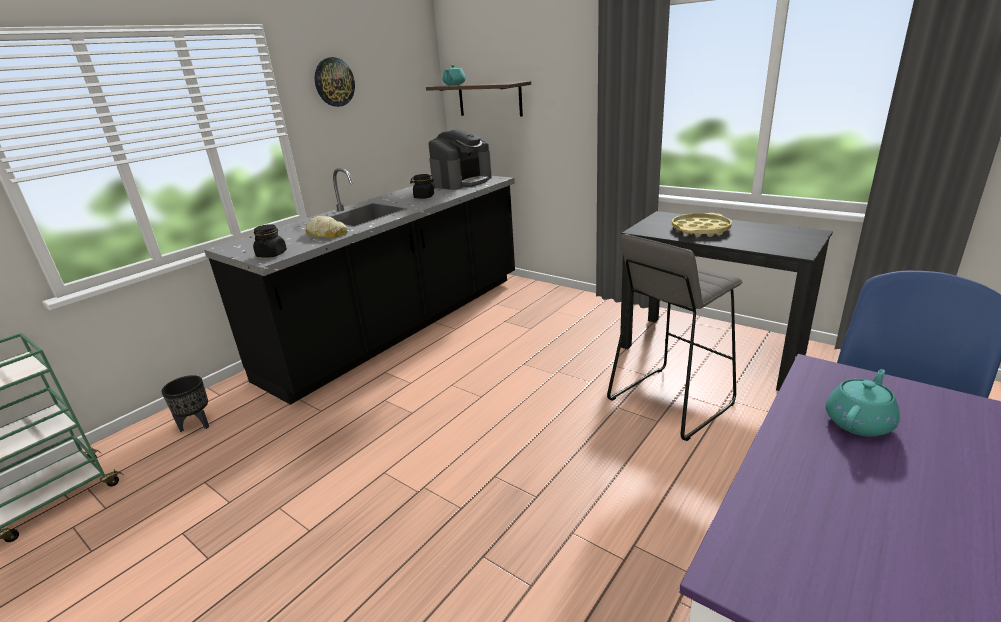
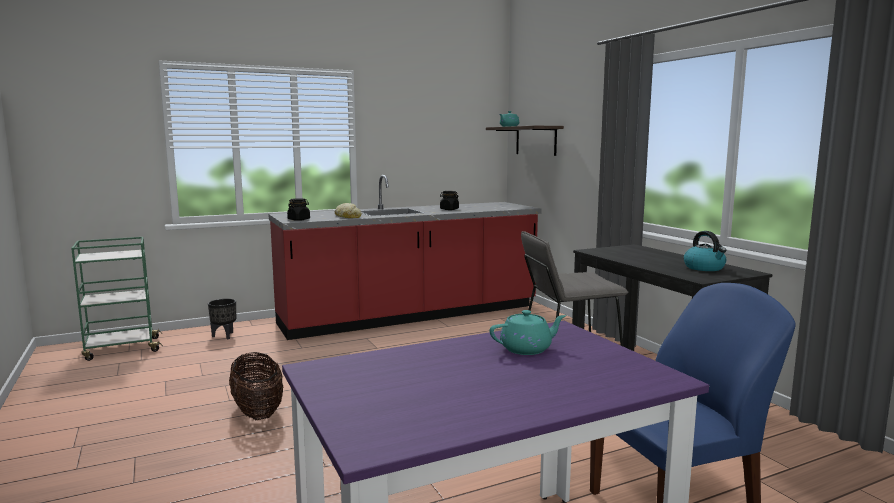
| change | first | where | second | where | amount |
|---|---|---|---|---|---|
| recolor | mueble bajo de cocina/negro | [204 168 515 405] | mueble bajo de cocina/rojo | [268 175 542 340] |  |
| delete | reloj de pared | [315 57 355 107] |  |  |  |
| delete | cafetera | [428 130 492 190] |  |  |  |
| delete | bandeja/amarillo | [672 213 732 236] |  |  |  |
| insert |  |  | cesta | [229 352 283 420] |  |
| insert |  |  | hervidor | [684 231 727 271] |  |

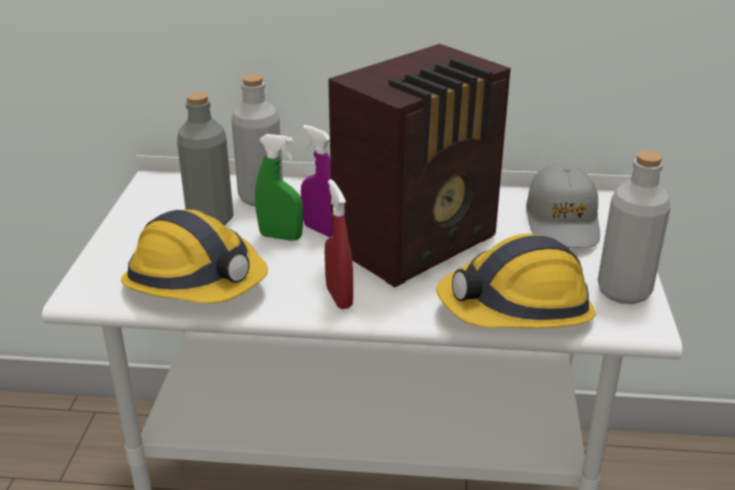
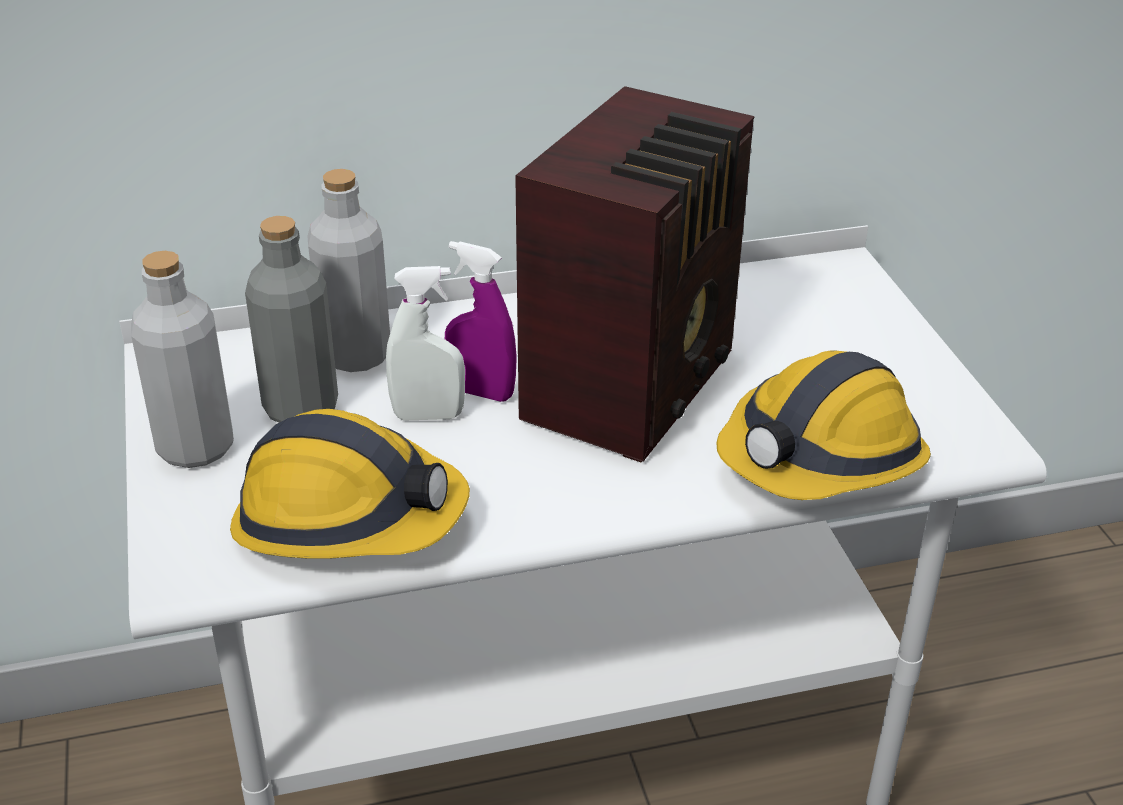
| change | first | where | second | where | amount |
|---|---|---|---|---|---|
| recolor | pulverizador/verde | [255 134 303 241] | pulverizador/blanco | [386 266 465 421] |  |
| delete | pulverizador/rojo | [325 179 353 309] |  |  |  |
| delete | gorra/gris | [526 163 600 248] |  |  |  |
| move | botella/gris | [598 151 671 304] |  | [131 251 234 468] |  |

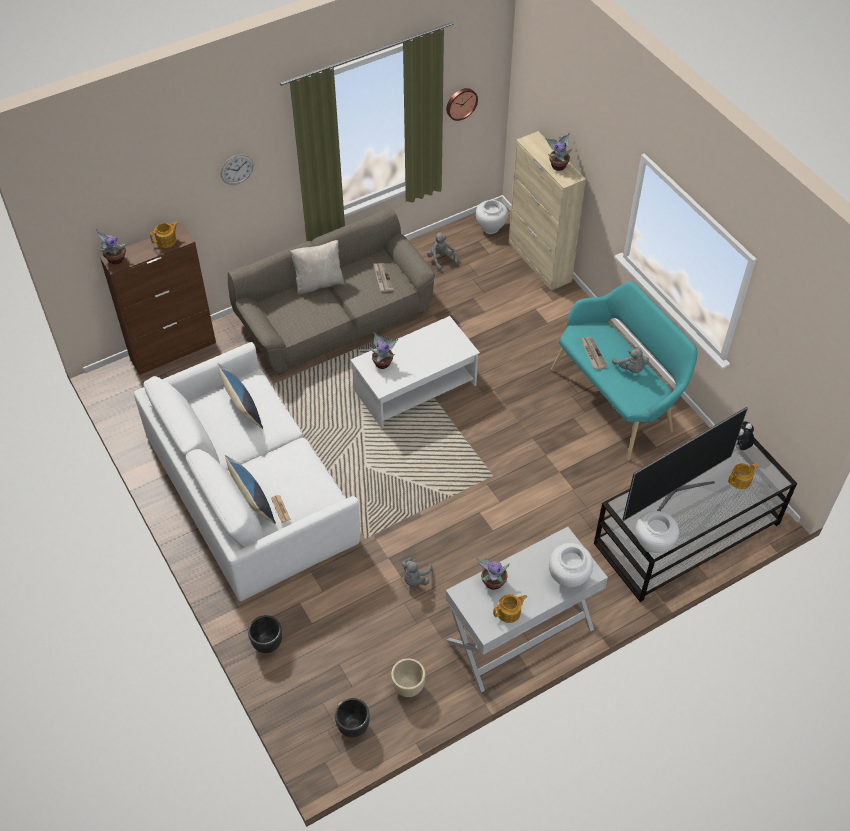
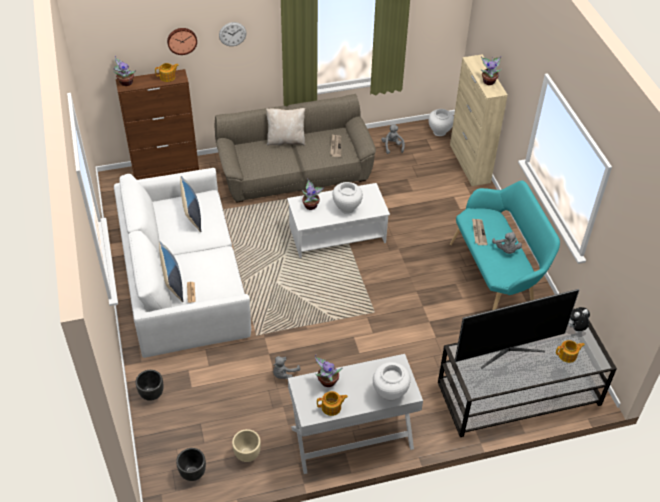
| change | first | where | second | where | amount |
|---|---|---|---|---|---|
| move | reloj de pared | [446 88 478 121] |  | [167 28 197 55] |  |
| move | florero/blanco | [635 511 679 554] |  | [332 182 363 214] |  |

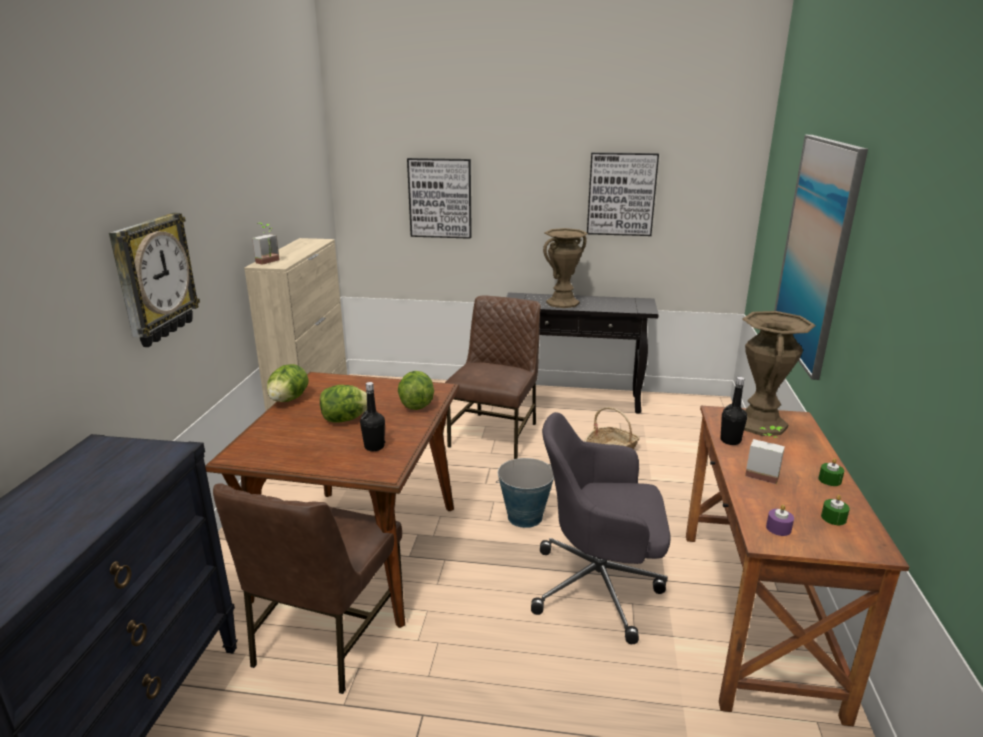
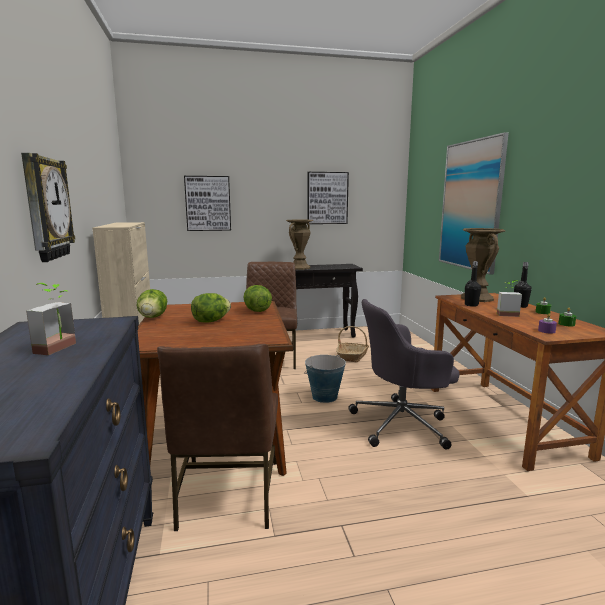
| change | first | where | second | where | amount |
|---|---|---|---|---|---|
| move | planta en maceta | [252 223 280 265] |  | [26 283 76 355] |  |
| move | botella/negro | [360 382 385 451] |  | [514 262 532 308] |  |

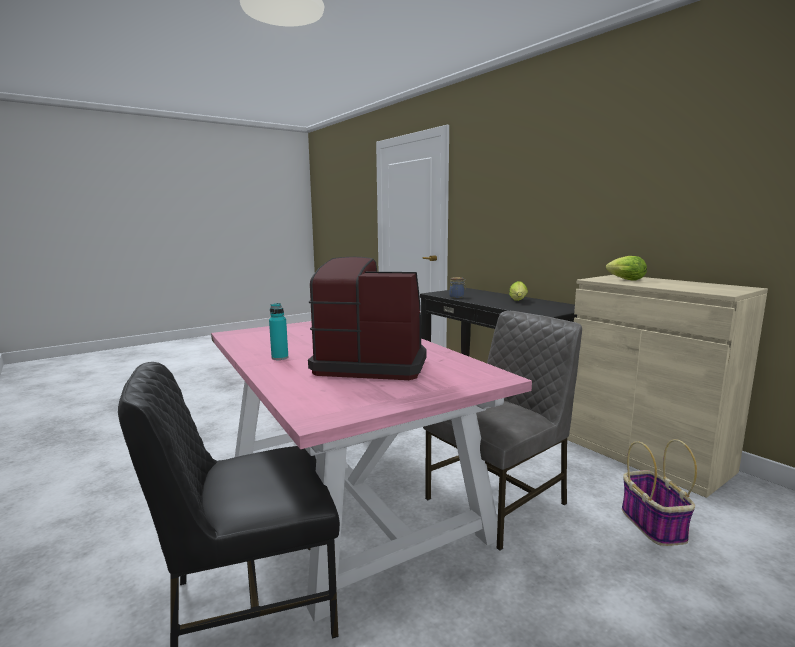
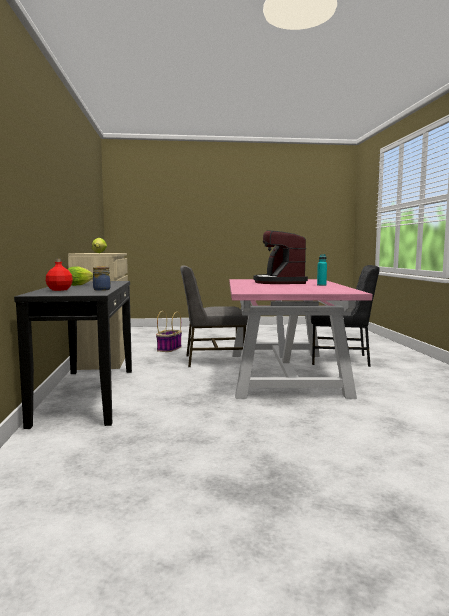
| change | first | where | second | where | amount |
|---|---|---|---|---|---|
| rotate | cafetera | [308 257 426 380] |  | [253 230 308 284] | 45 degrees clockwise |
| insert |  |  | botella/rojo | [46 258 73 291] |  |

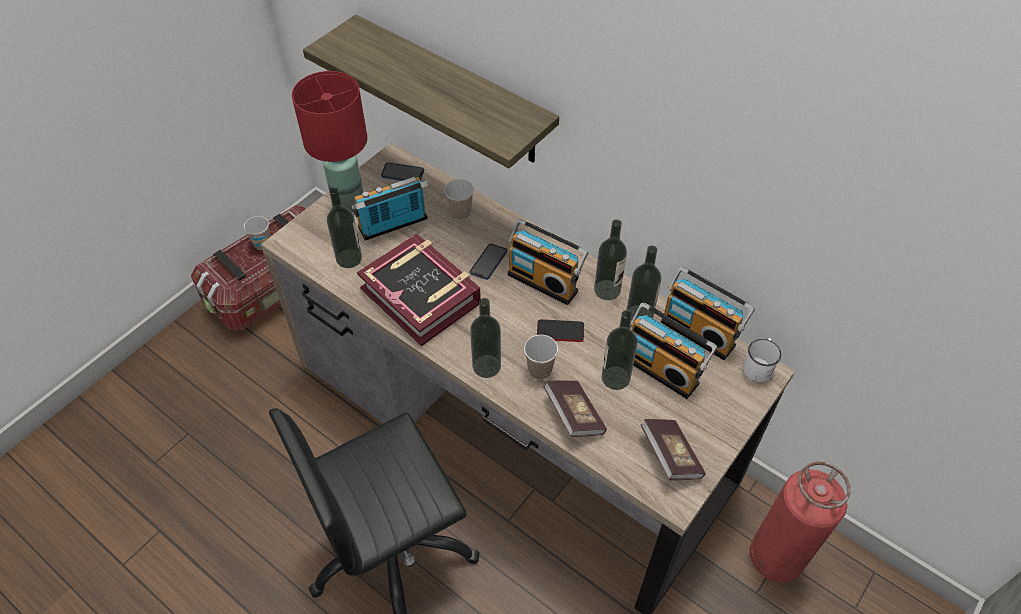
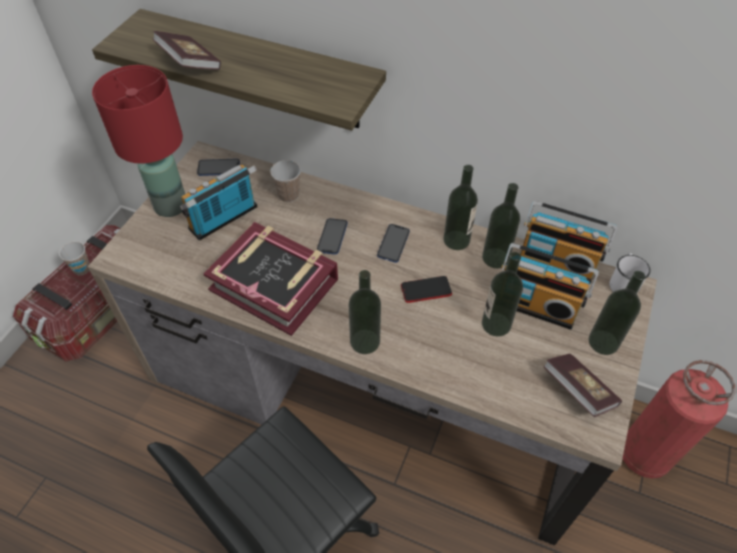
| change | first | where | second | where | amount |
|---|---|---|---|---|---|
| move | botella | [327 187 362 268] |  | [589 271 645 355] |  |
| replace | radio | [508 219 588 305] | móvil | [377 224 410 263] |  |
| delete | taza | [524 335 558 380] |  |  |  |
| move | libro | [544 380 607 437] |  | [152 31 221 70] |  |

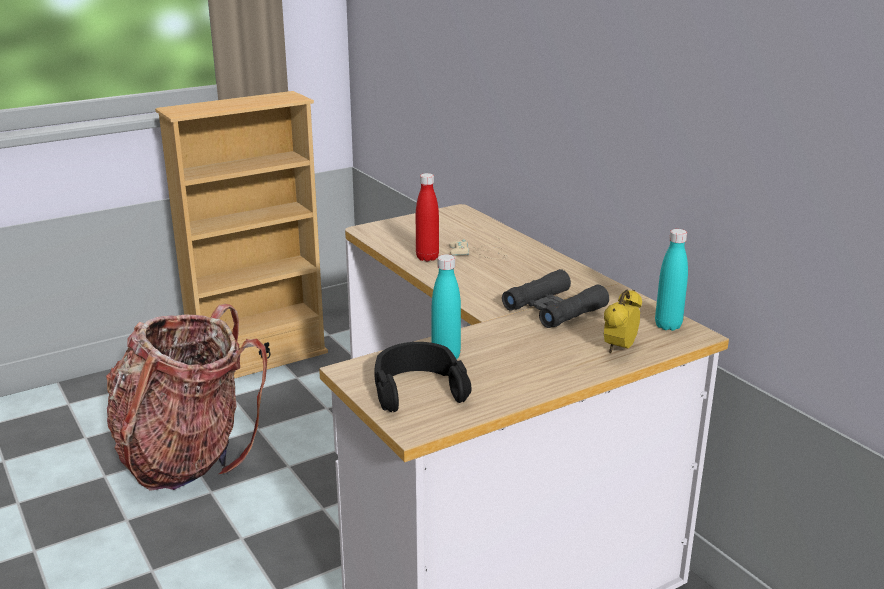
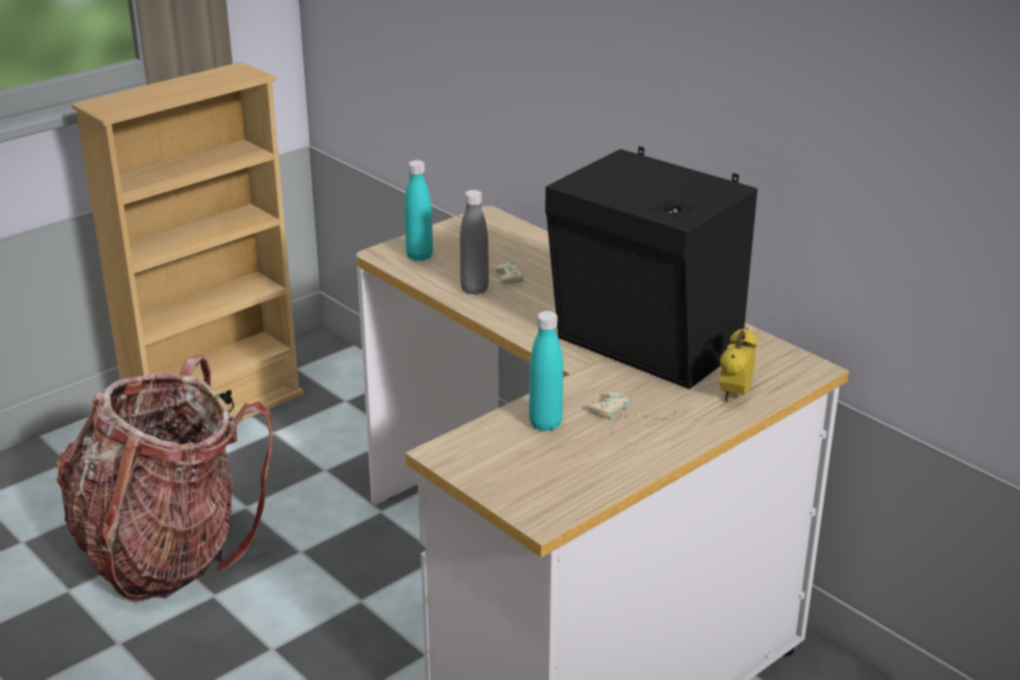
| change | first | where | second | where | amount |
|---|---|---|---|---|---|
| delete | auriculares/negro | [374 342 471 412] |  |  |  |
| recolor | botella/rojo | [416 173 439 261] | botella/gris | [460 190 489 295] |  |
| replace | prismáticos/negro | [502 269 609 328] | altavoz/negro | [545 146 758 389] |  |
| move | botella/turquesa | [655 229 688 331] |  | [404 160 433 261] |  |
| insert |  |  | mando de consola/beis | [588 392 682 445] |  |

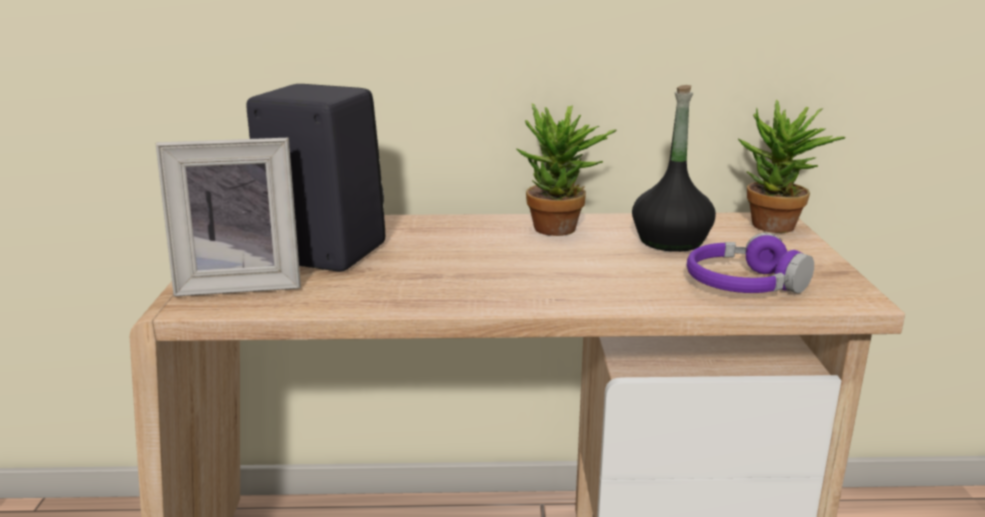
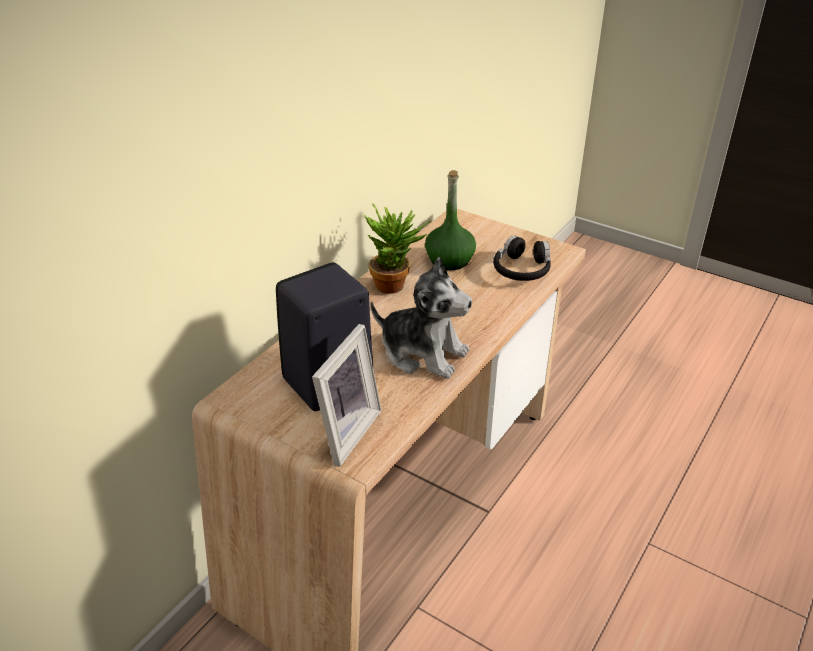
| change | first | where | second | where | amount |
|---|---|---|---|---|---|
| recolor | botella/negro | [632 85 716 252] | botella/verde | [425 170 476 270] |  |
| recolor | auriculares/morado | [687 233 814 293] | auriculares/negro | [493 235 551 281] |  |
| delete | planta en maceta | [738 100 846 233] |  |  |  |
| insert |  |  | peluche | [370 257 472 379] |  |

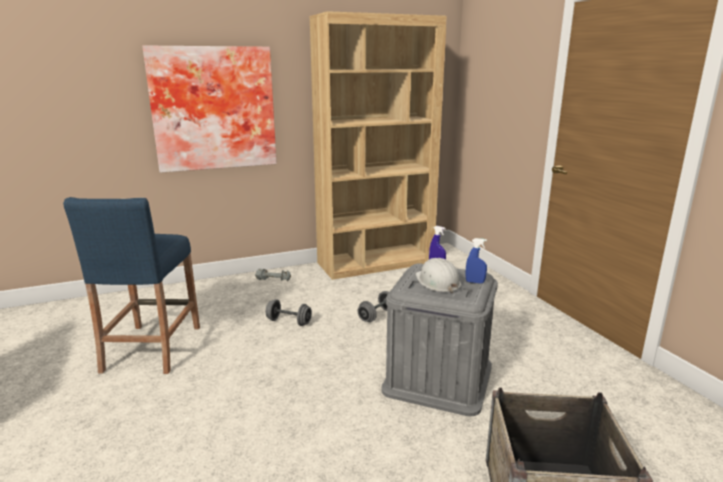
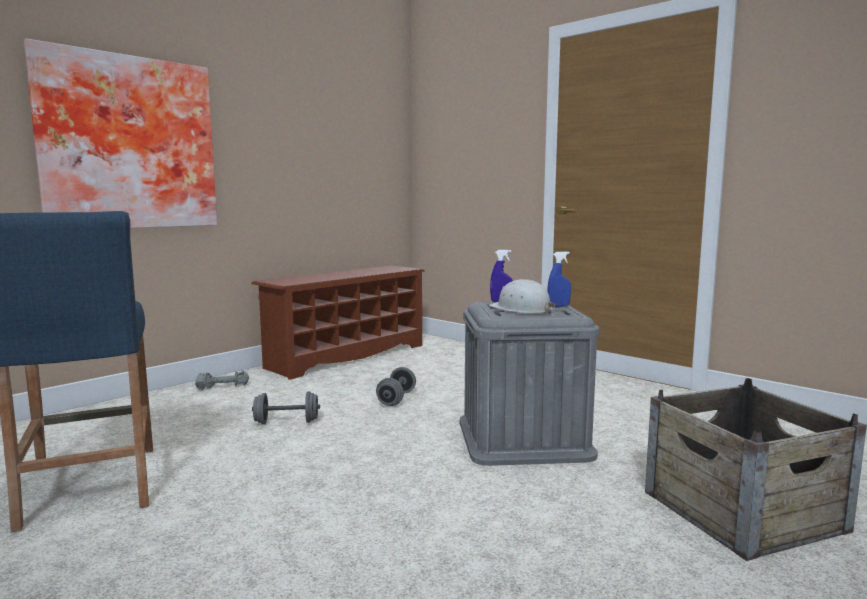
| change | first | where | second | where | amount |
|---|---|---|---|---|---|
| replace | estantería/marrón | [310 11 447 280] | zapatero/marrón | [251 265 425 380] |  |

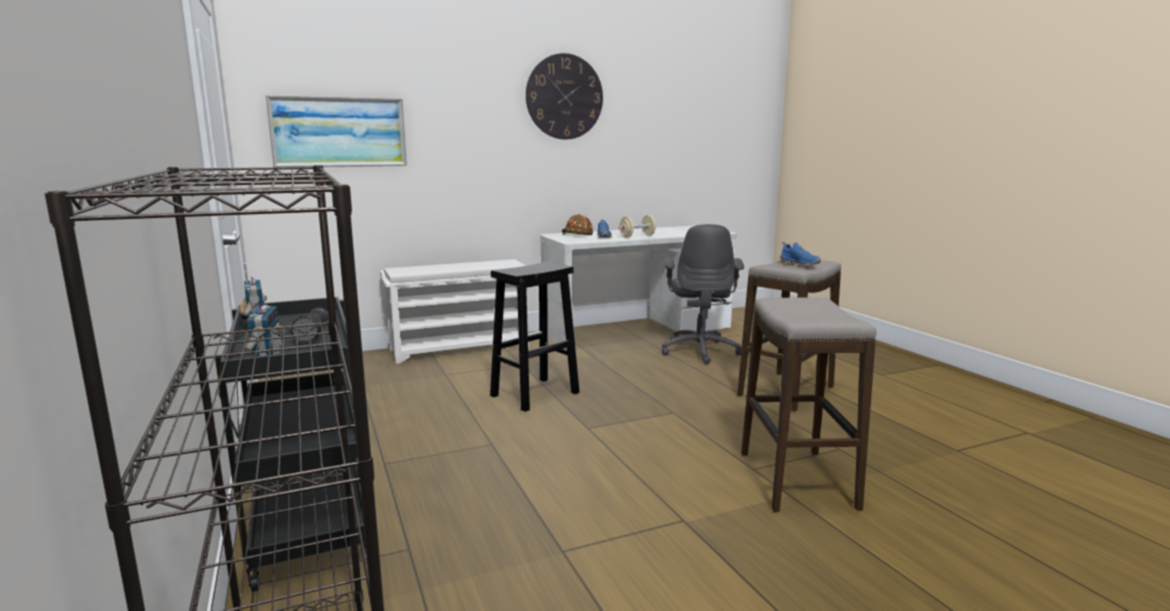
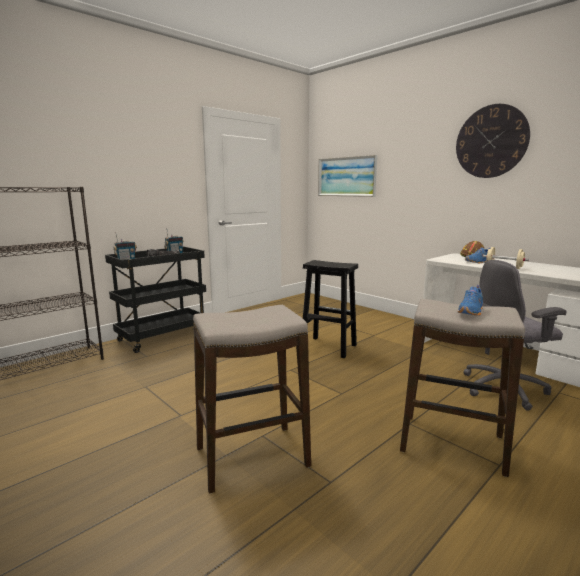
| change | first | where | second | where | amount |
|---|---|---|---|---|---|
| delete | zapatero/blanco | [380 259 529 364] |  |  |  |

